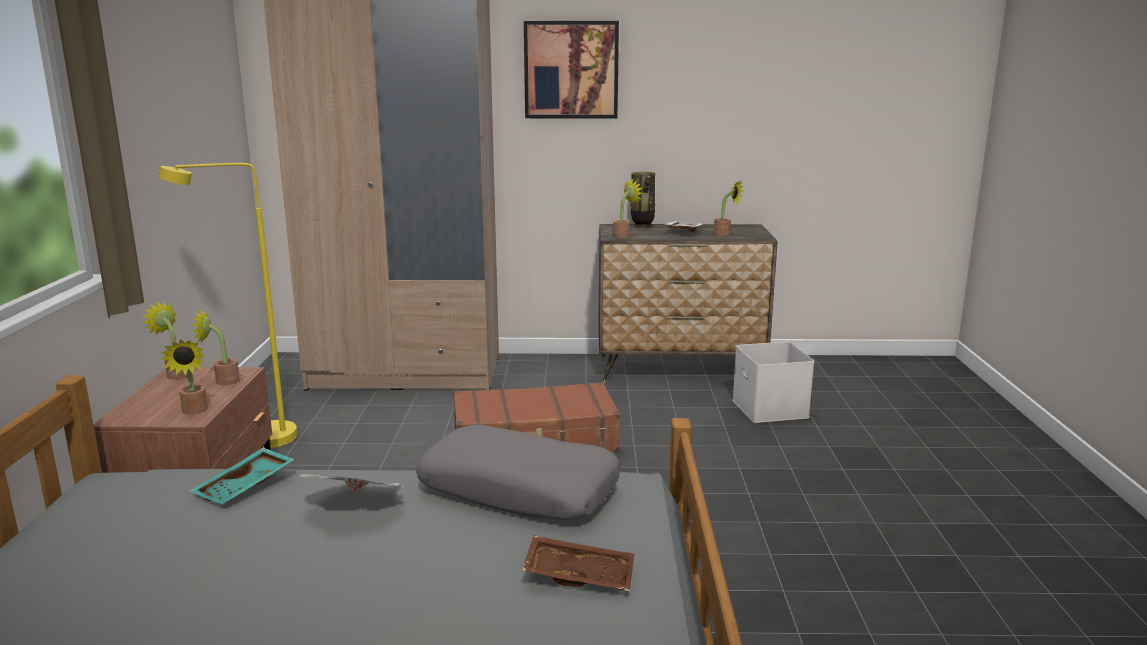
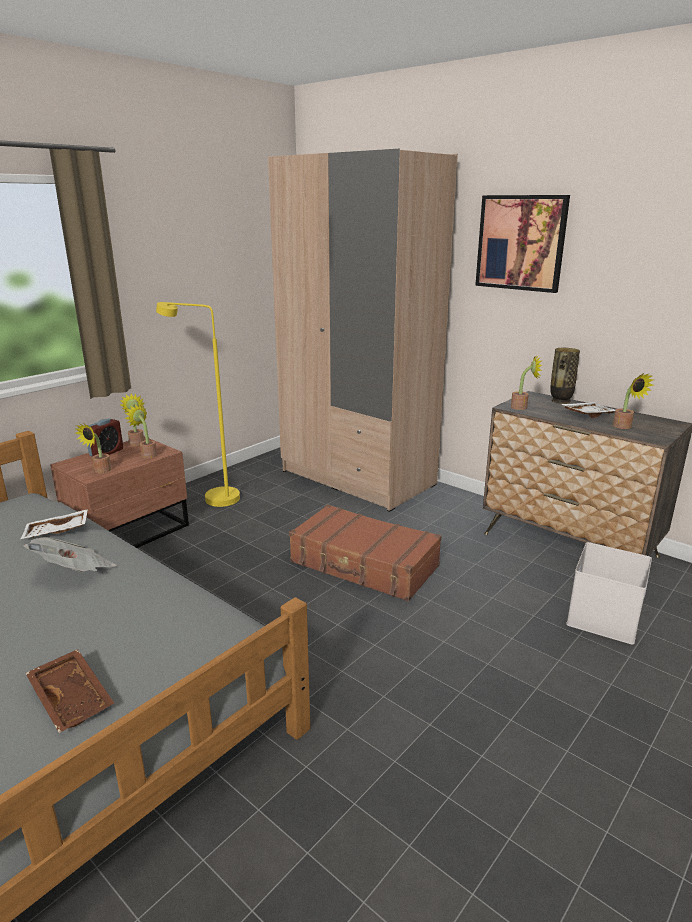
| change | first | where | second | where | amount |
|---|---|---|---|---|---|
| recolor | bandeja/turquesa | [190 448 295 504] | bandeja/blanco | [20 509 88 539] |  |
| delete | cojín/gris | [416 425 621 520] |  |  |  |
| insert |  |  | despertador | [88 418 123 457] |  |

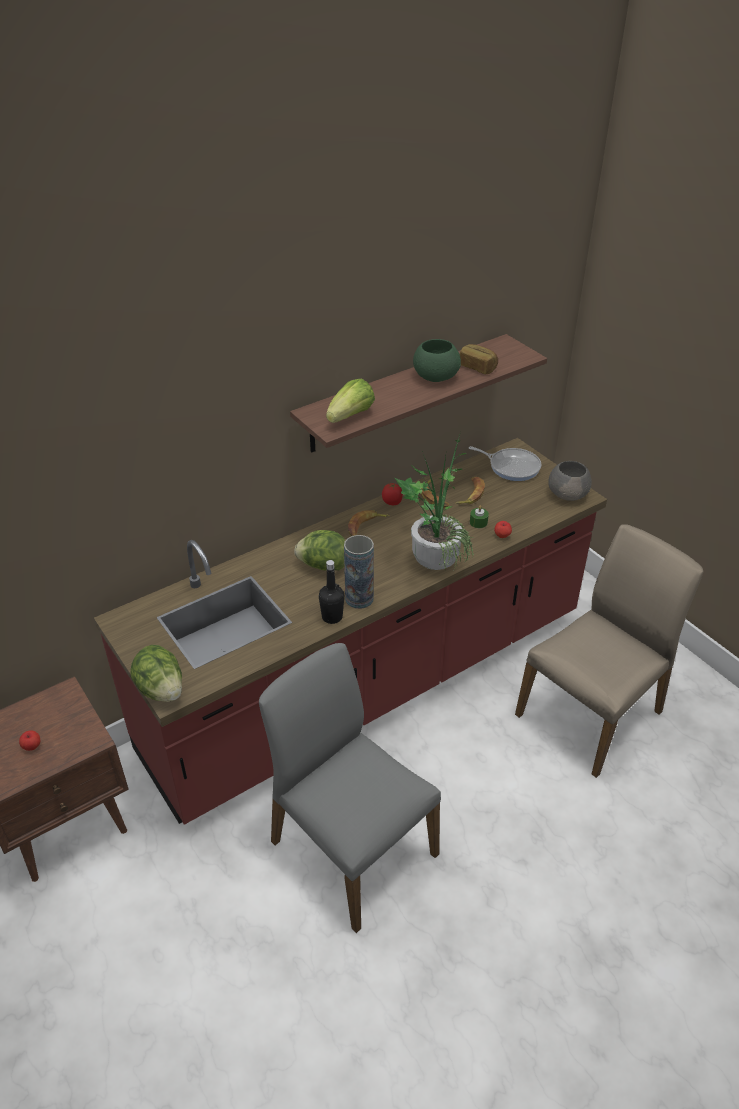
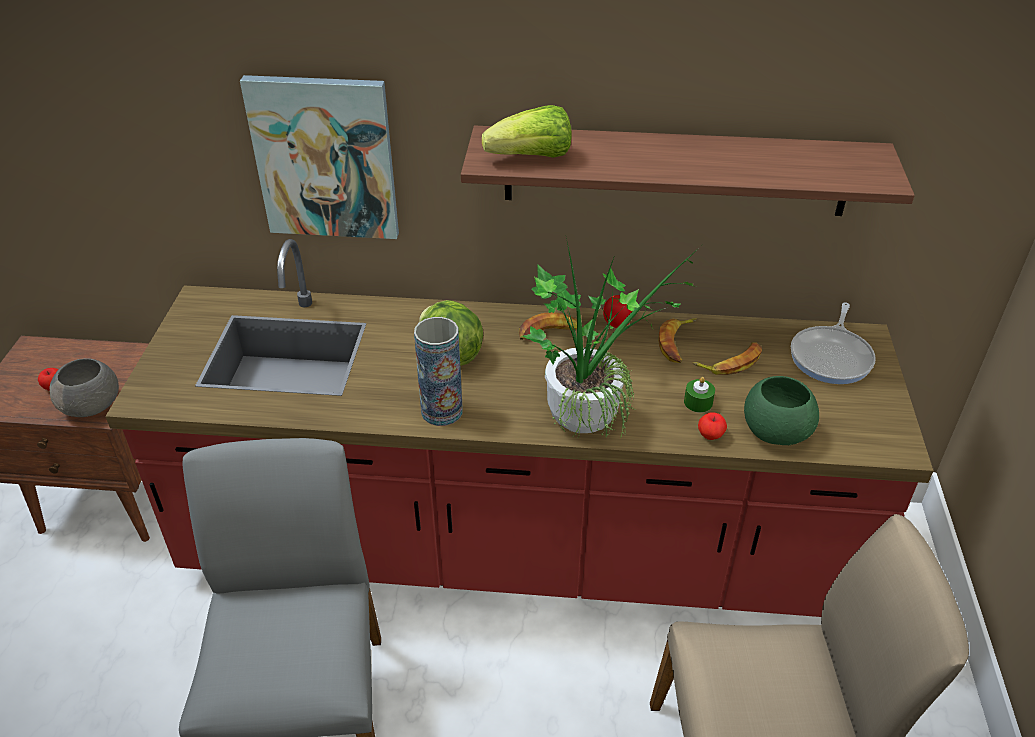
| change | first | where | second | where | amount |
|---|---|---|---|---|---|
| delete | lechuga | [130 645 182 702] |  |  |  |
| delete | botella/negro | [319 560 344 624] |  |  |  |
| move | cuenco/verde | [413 339 461 382] |  | [744 376 819 445] |  |
| delete | pan | [460 344 498 374] |  |  |  |
| rotate | sartén | [469 446 541 481] |  | [791 302 876 384] | 45 degrees clockwise |
| move | cuenco/gris | [548 461 592 501] |  | [49 358 119 417] |  |
| insert |  |  | cuadro | [240 75 399 239] |  |

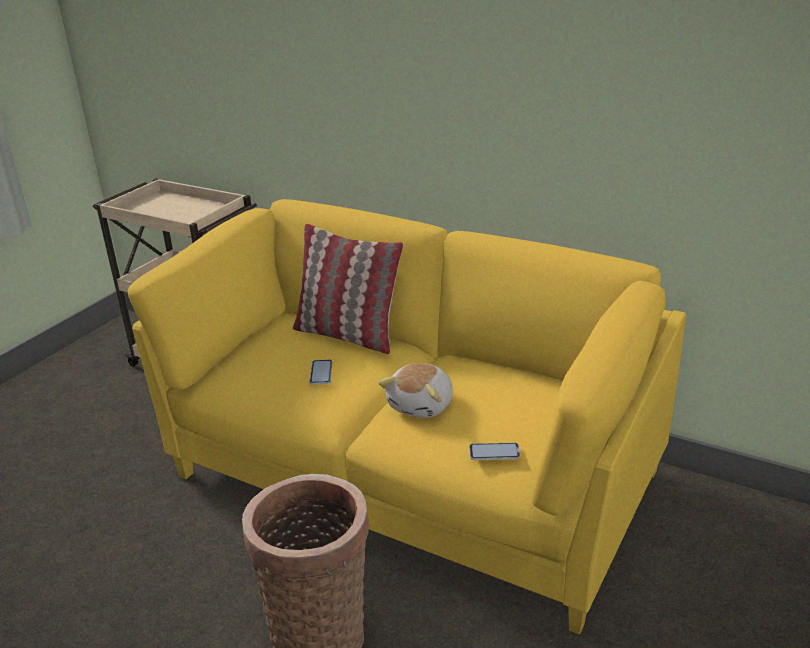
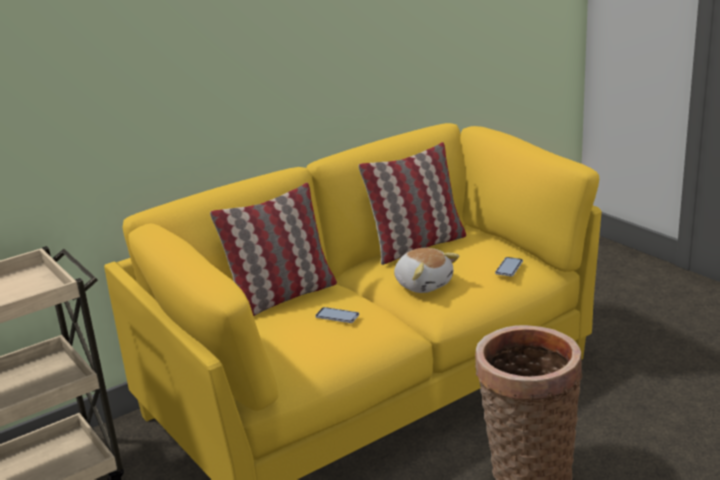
| change | first | where | second | where | amount |
|---|---|---|---|---|---|
| insert |  |  | cojín | [358 142 466 265] |  |

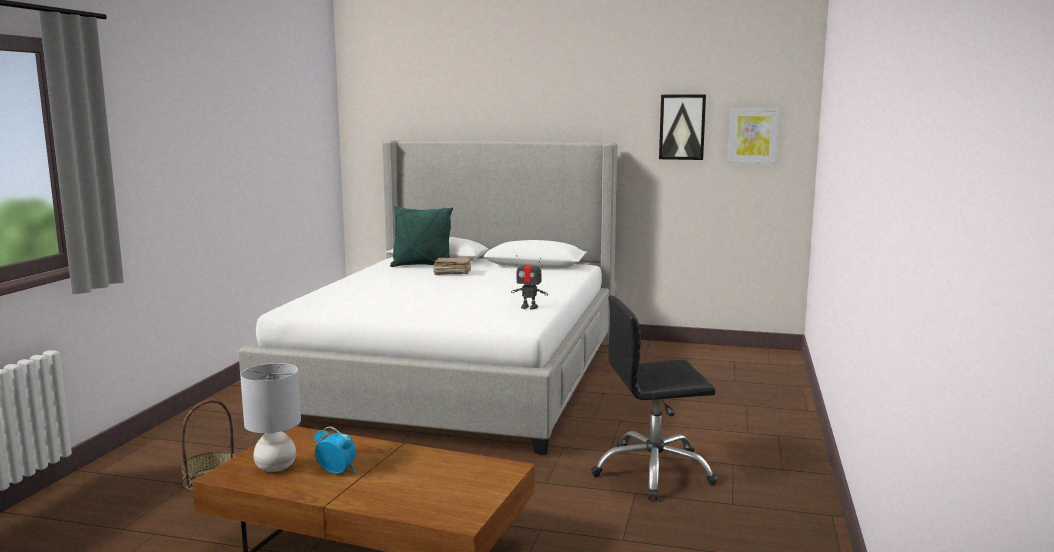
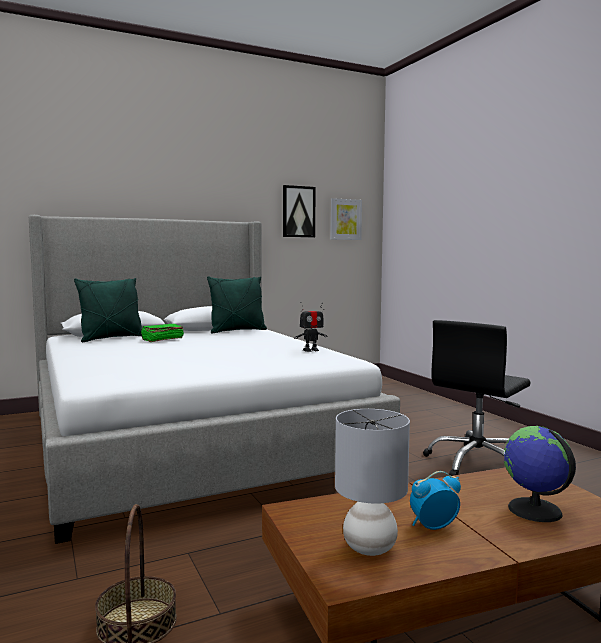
| change | first | where | second | where | amount |
|---|---|---|---|---|---|
| recolor | libro/marrón | [433 258 471 275] | libro/verde | [141 324 184 342] |  |
| insert |  |  | cojín/verde | [207 276 267 334] |  |
| insert |  |  | globo terráqueo | [504 426 576 522] |  |

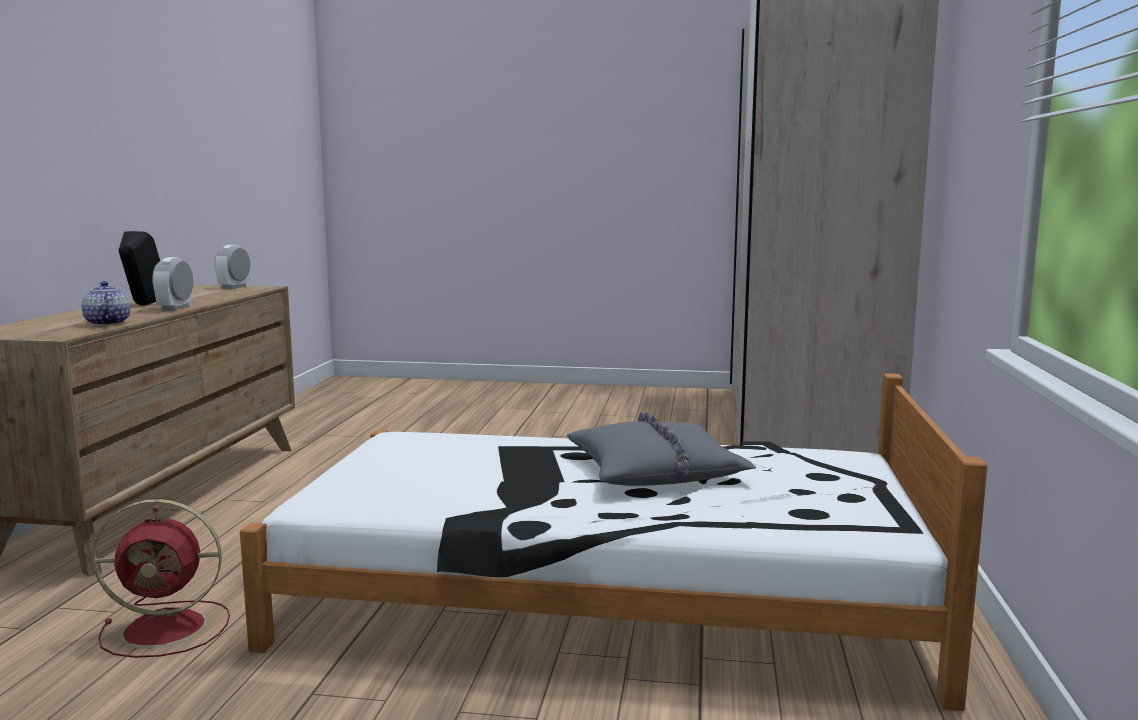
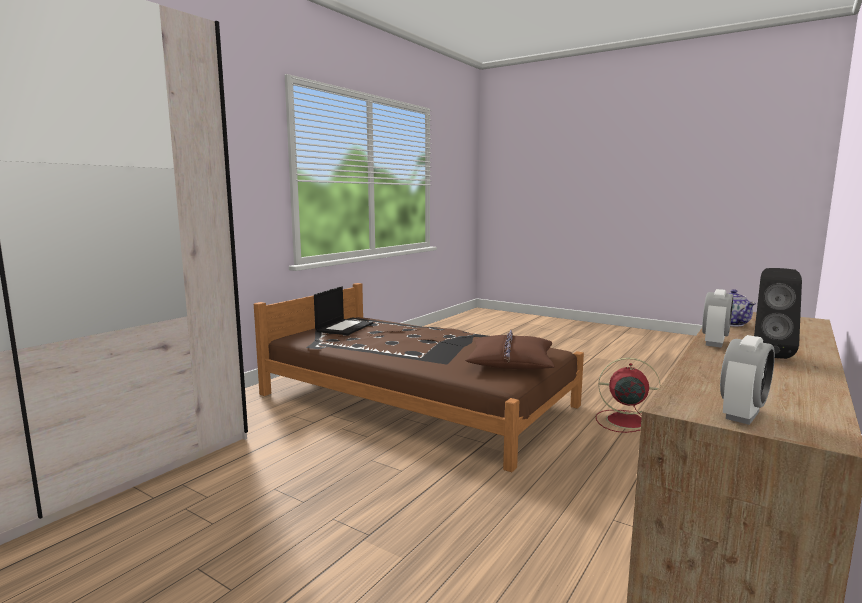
| change | first | where | second | where | amount |
|---|---|---|---|---|---|
| recolor | cama/blanco | [240 373 987 711] | cama/marrón | [254 283 584 472] |  |
| delete | cojín/gris | [567 412 756 486] |  |  |  |
| insert |  |  | portátil | [314 286 373 335] |  |
| insert |  |  | cojín/marrón | [465 330 555 369] |  |

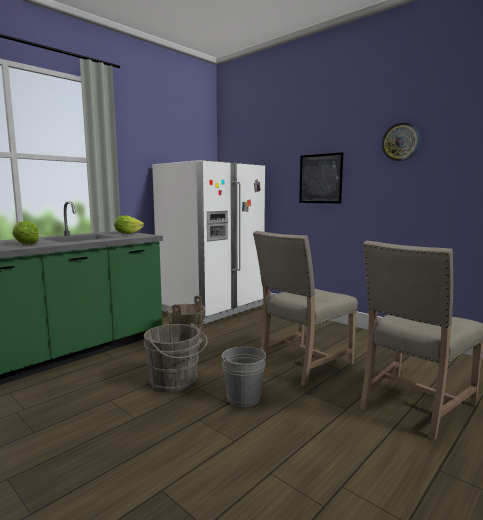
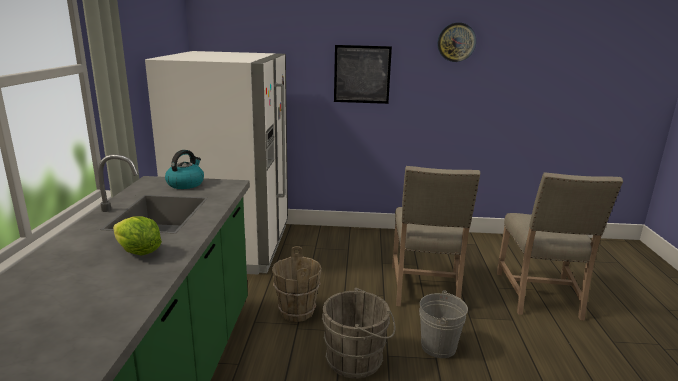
| change | first | where | second | where | amount |
|---|---|---|---|---|---|
| replace | lechuga | [114 215 144 234] | hervidor | [165 150 204 189] |  |

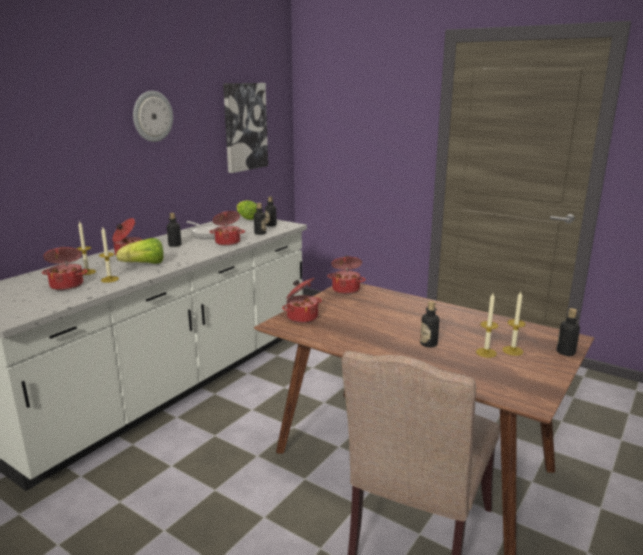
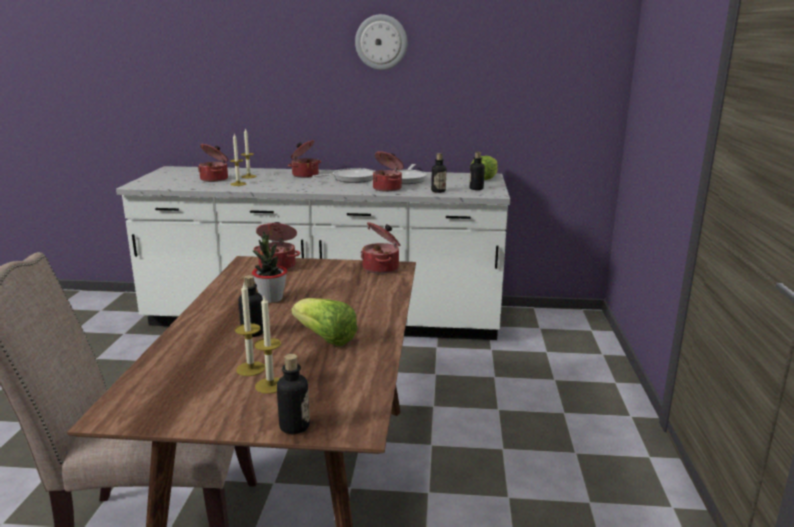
| change | first | where | second | where | amount |
|---|---|---|---|---|---|
| move | lechuga | [116 238 164 264] |  | [292 298 357 346] |  |
| replace | botella | [167 213 181 247] | sartén | [312 168 375 183] |  |
| delete | cuadro | [223 83 268 173] |  |  |  |
| insert |  |  | planta en maceta | [252 231 287 303] |  |

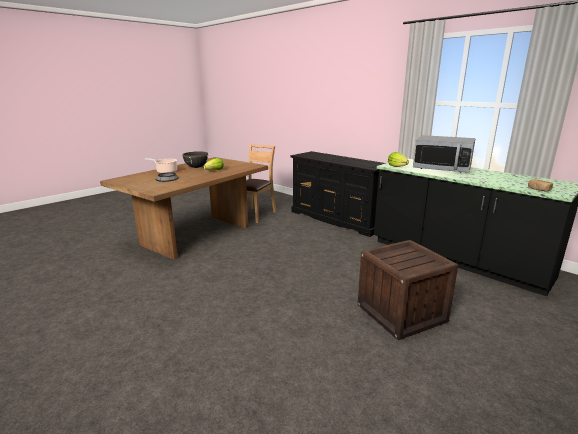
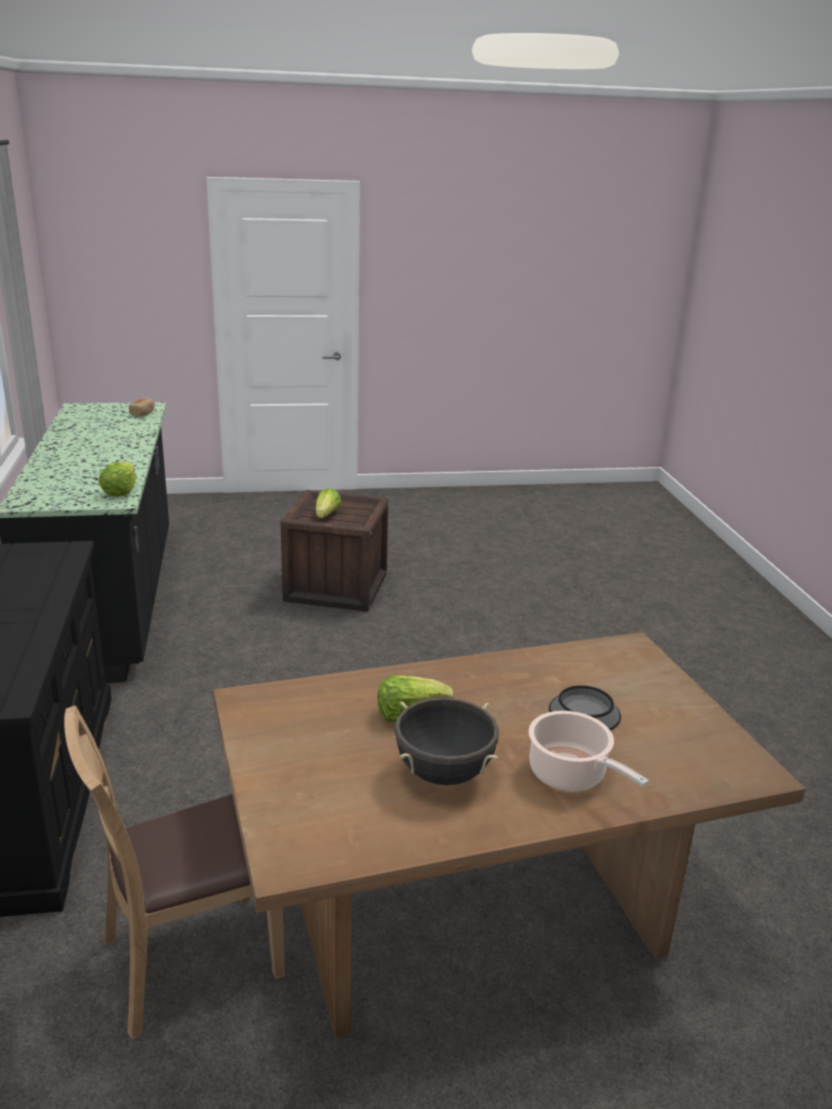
| change | first | where | second | where | amount |
|---|---|---|---|---|---|
| delete | microondas | [413 135 476 173] |  |  |  |
| insert |  |  | lechuga | [315 488 342 518] |  |

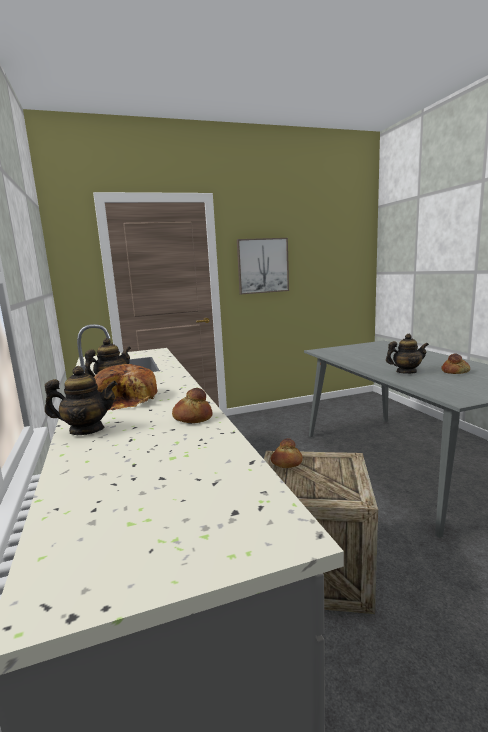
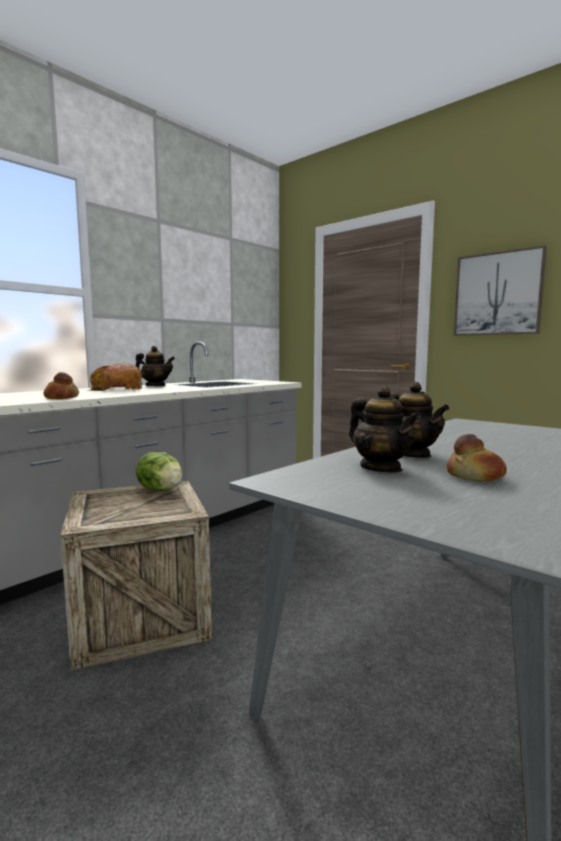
| change | first | where | second | where | amount |
|---|---|---|---|---|---|
| move | tetera | [45 366 118 435] |  | [349 386 421 472] |  |
| replace | pan | [271 438 303 468] | lechuga | [136 452 183 491] |  |

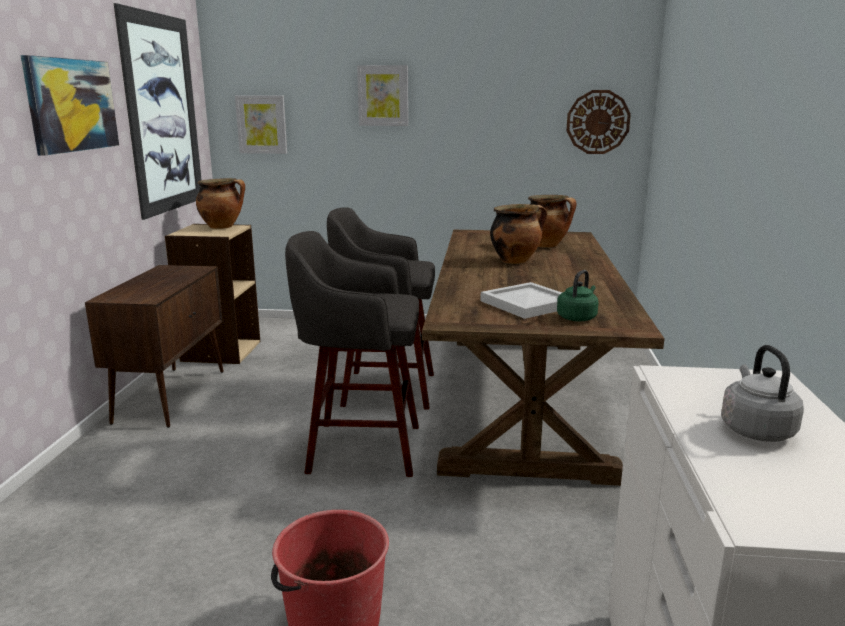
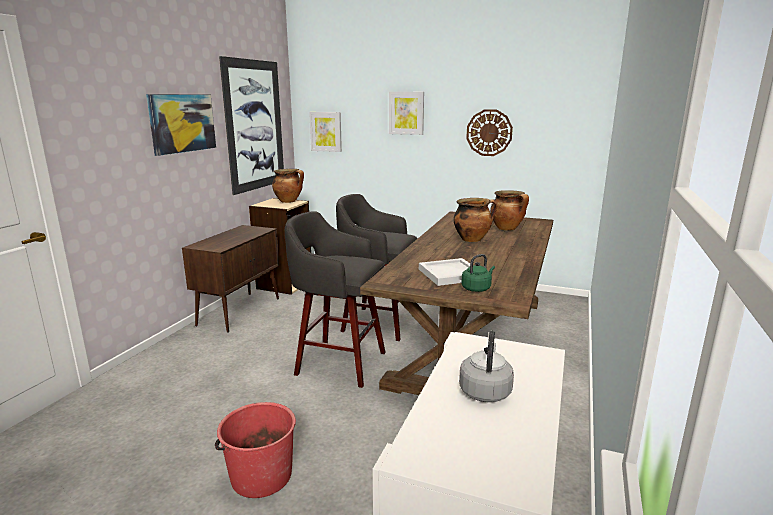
| change | first | where | second | where | amount |
|---|---|---|---|---|---|
| move | reloj de pared | [566 90 631 154] |  | [466 109 513 156] |  |

